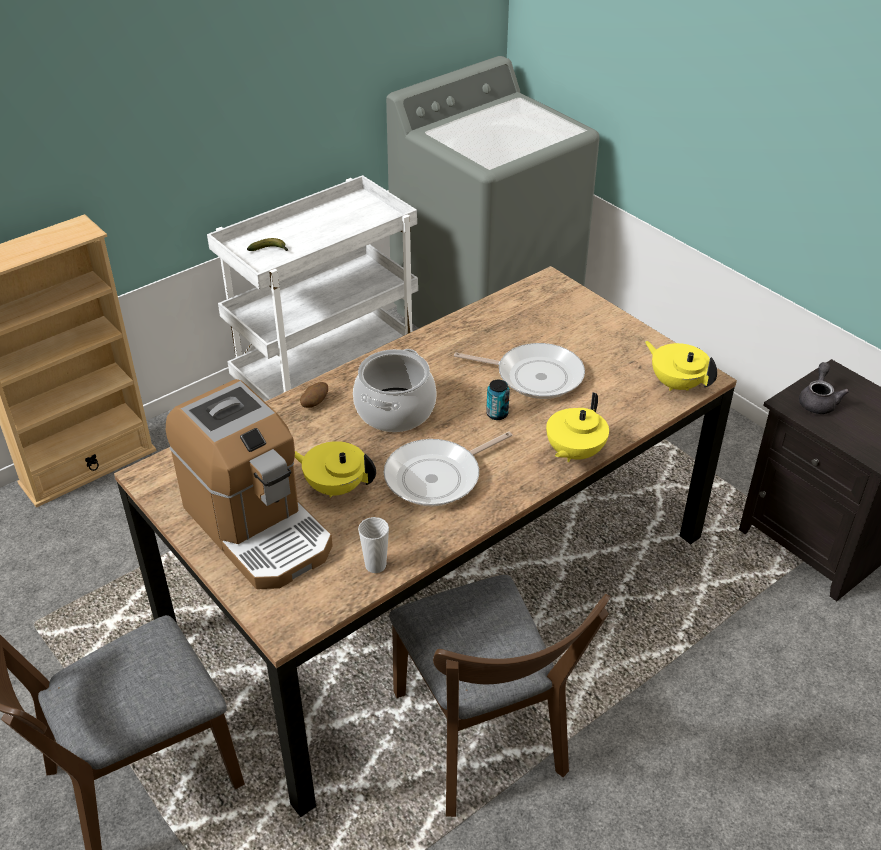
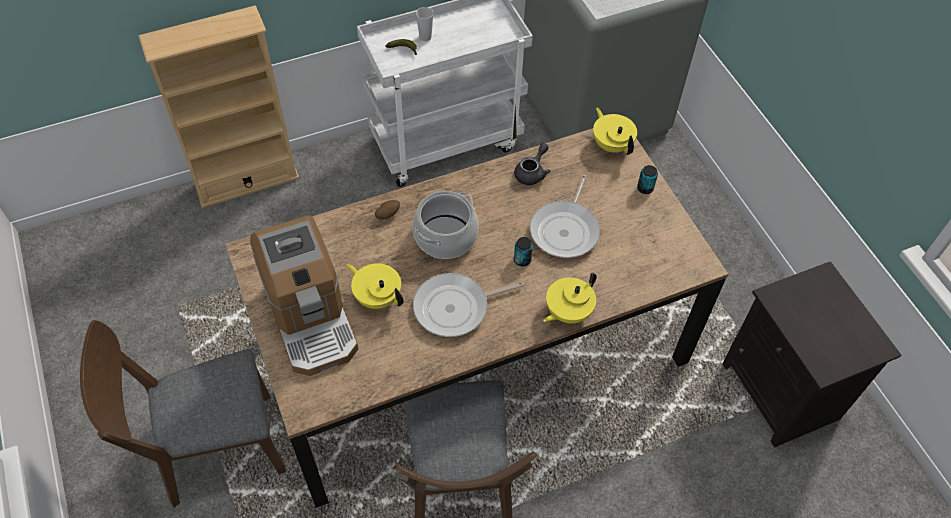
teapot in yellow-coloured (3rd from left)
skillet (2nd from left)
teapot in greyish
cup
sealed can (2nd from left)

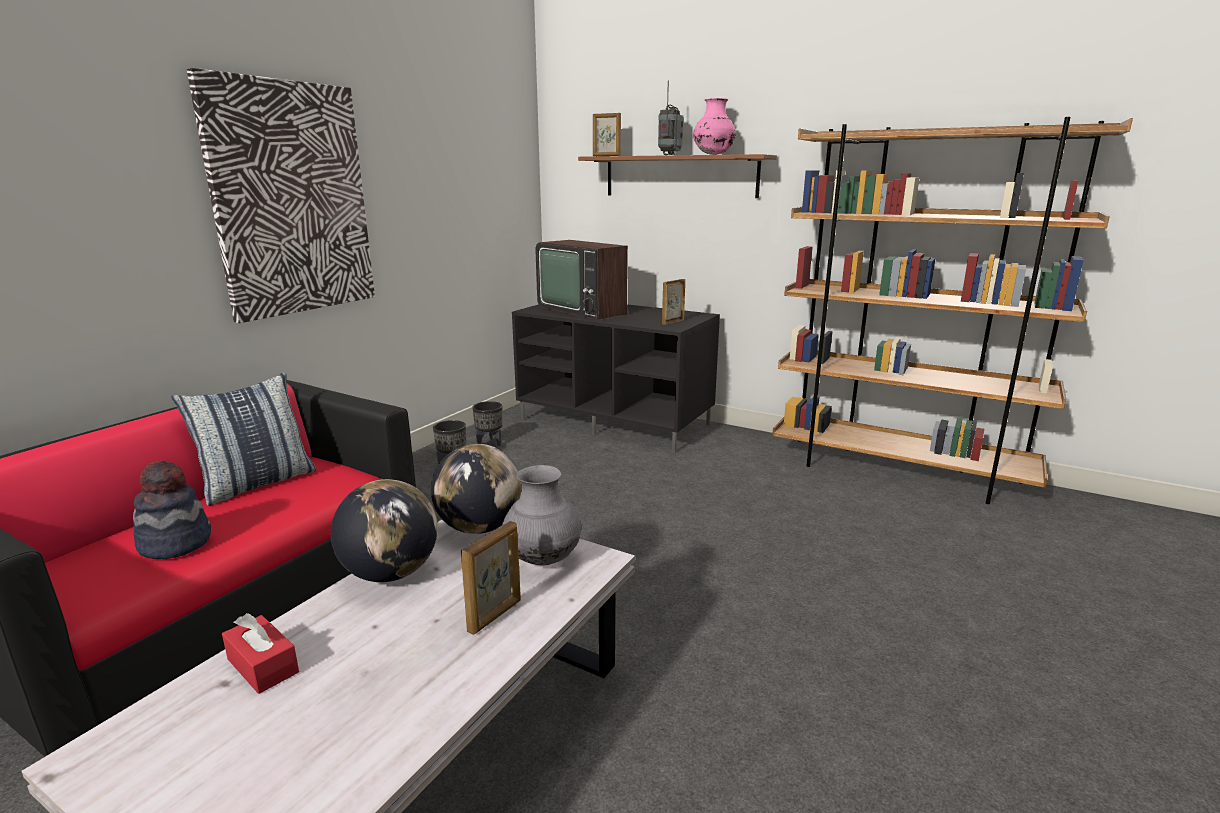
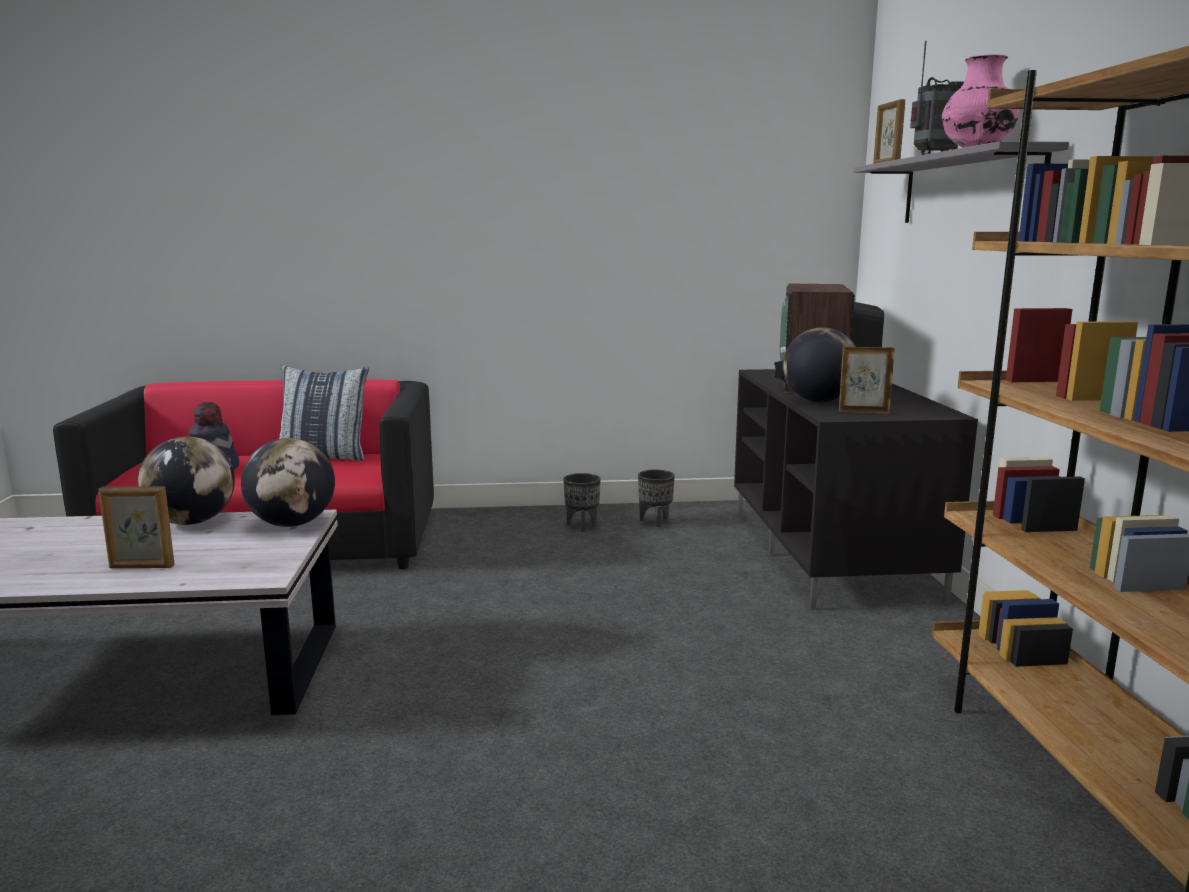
picture
bracket shelf in greyish
decorative vase in greyish
tissue box in red-coloured
world globe (3rd from left)

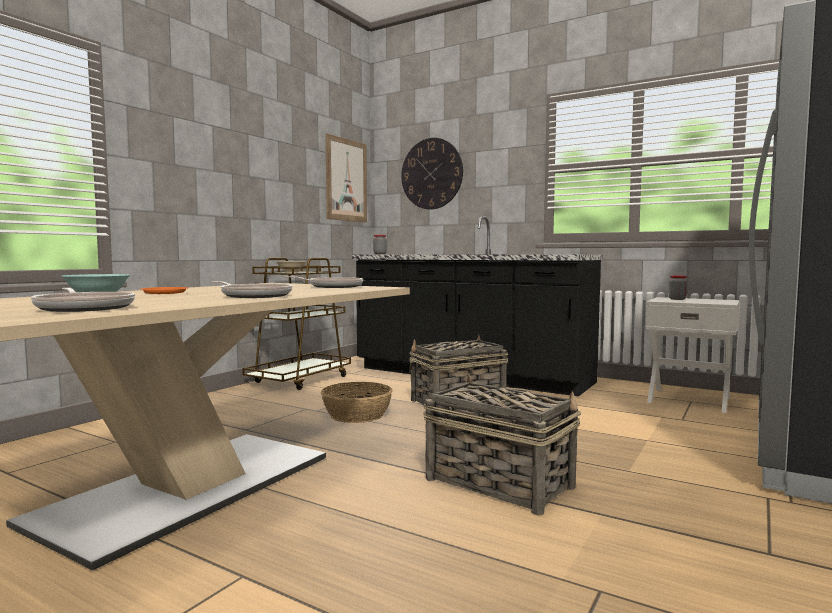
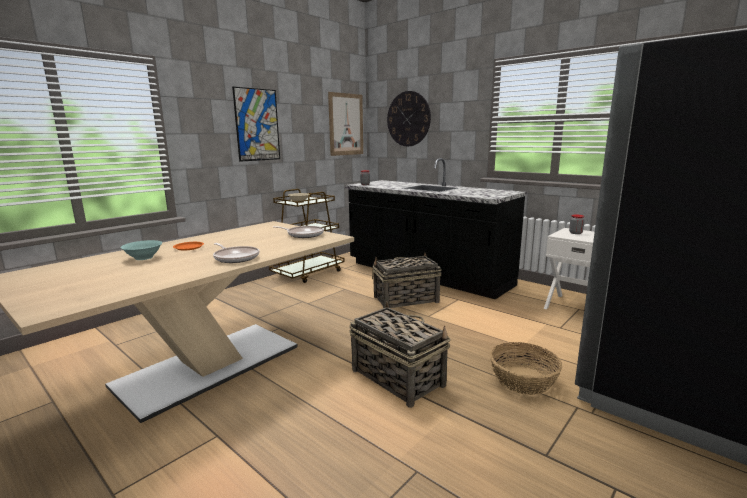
skillet (1st from left in the first image)
household basket (3rd from left)
picture (1st from left)

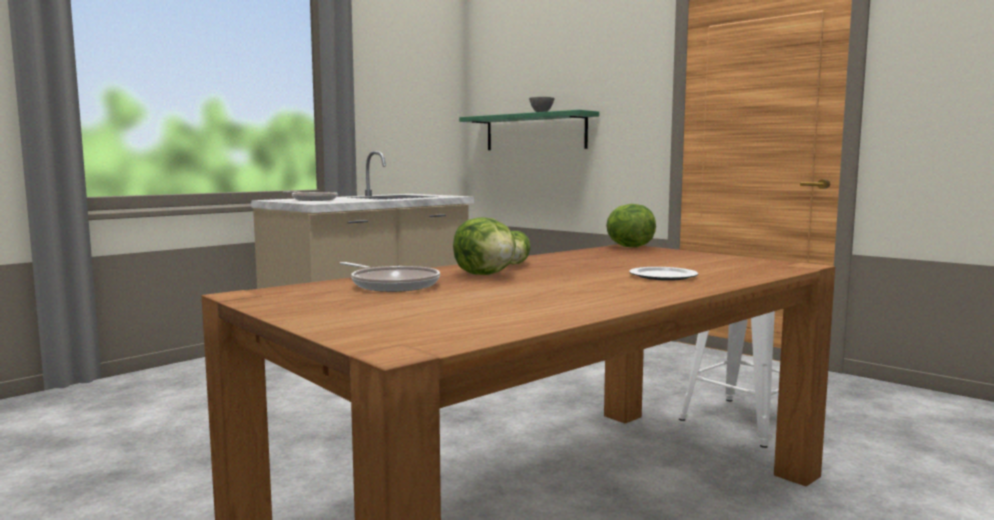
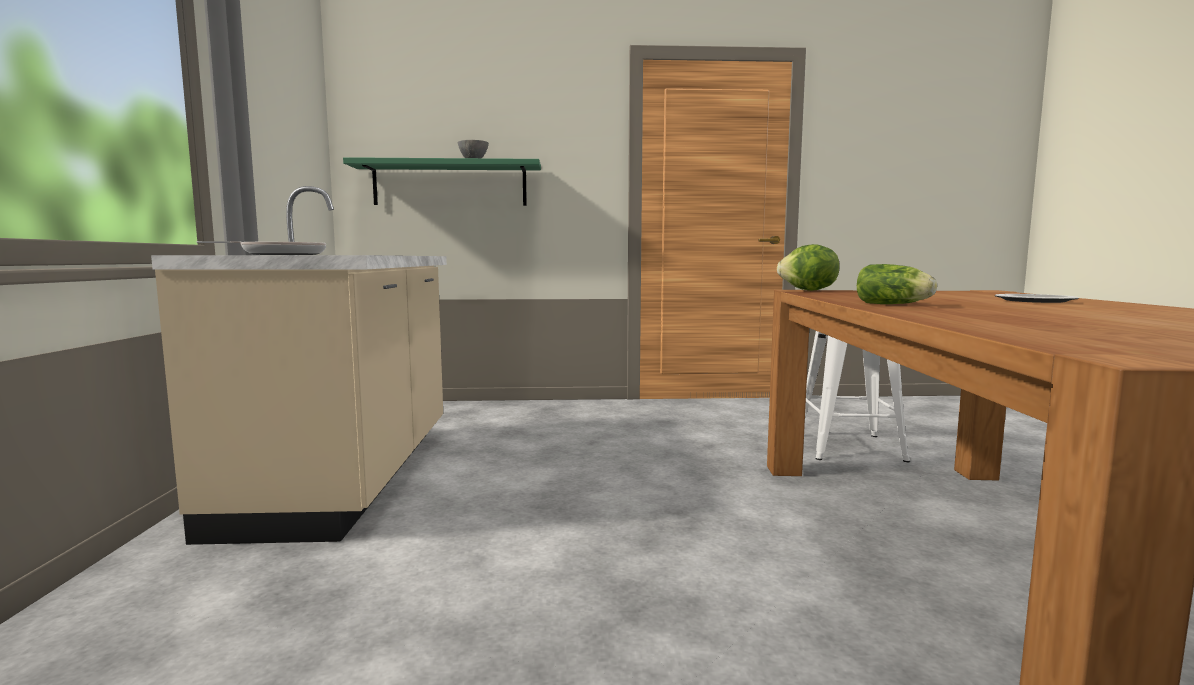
lettuce head (1st from left in the first image)
skillet (2nd from left in the first image)

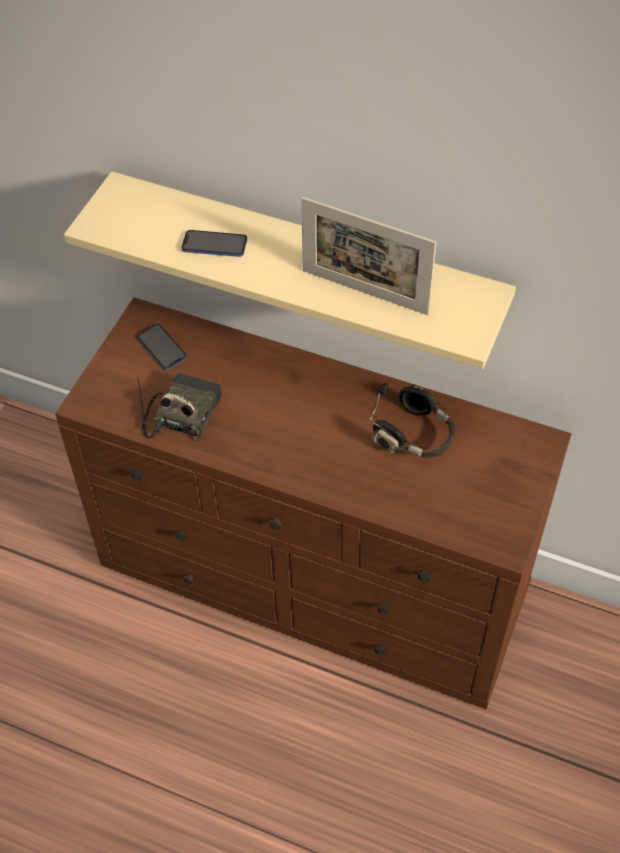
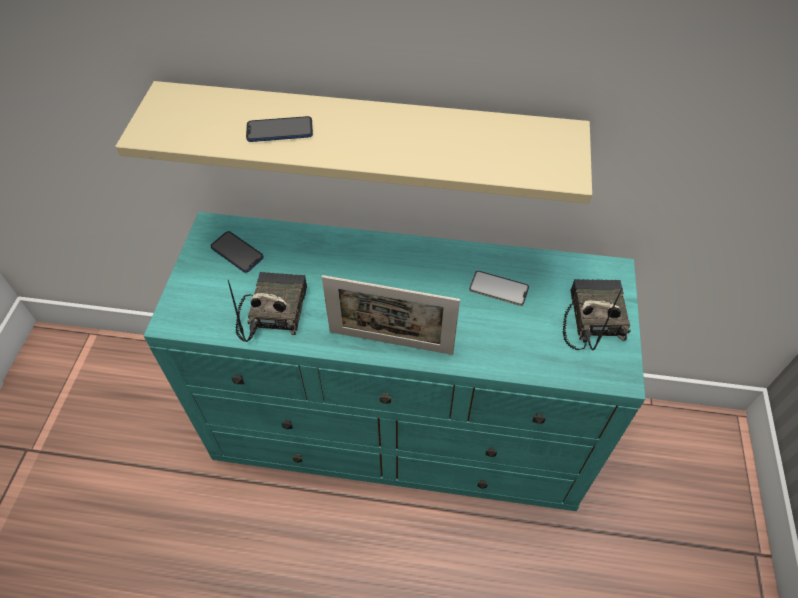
standing frame
drawer chest in blue-green
handset (3rd from left)
radio set (2nd from left)

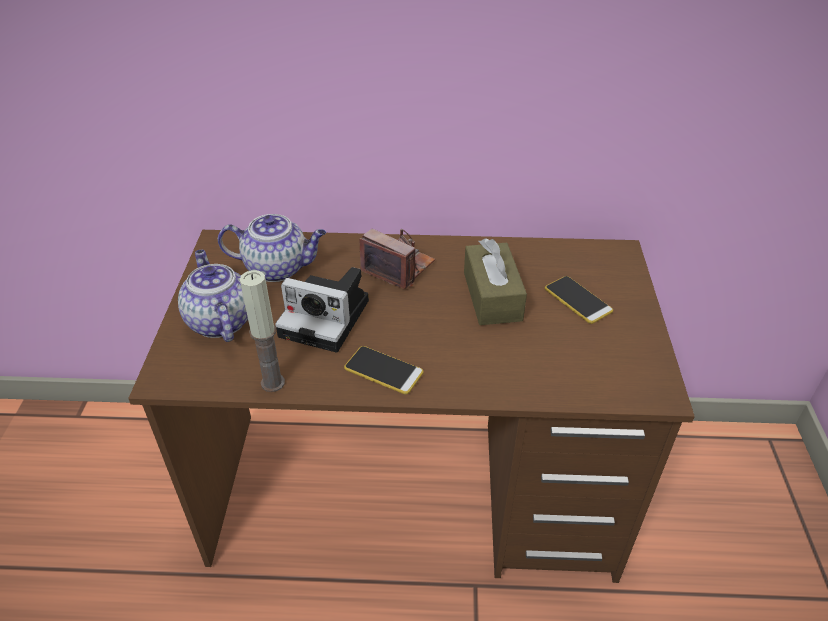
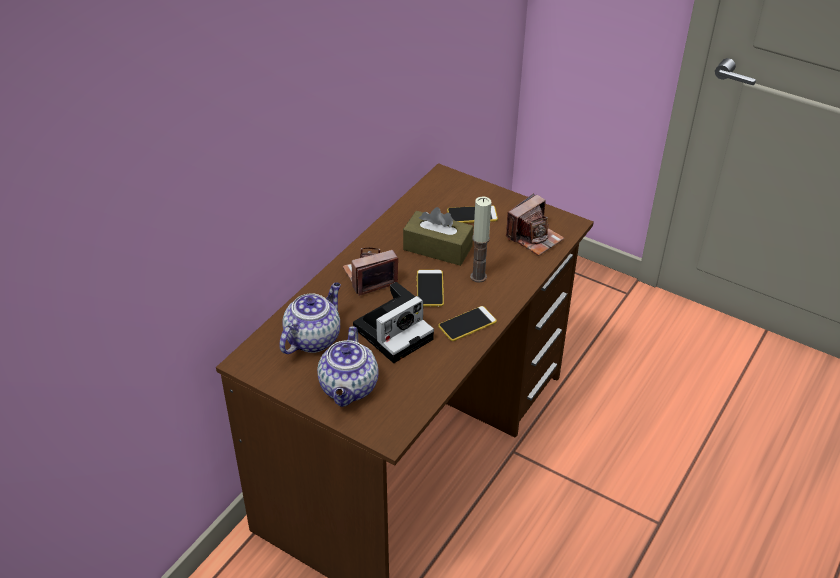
teapot (2nd from left)
candle
photo camera (3rd from left)
handset (1st from left)

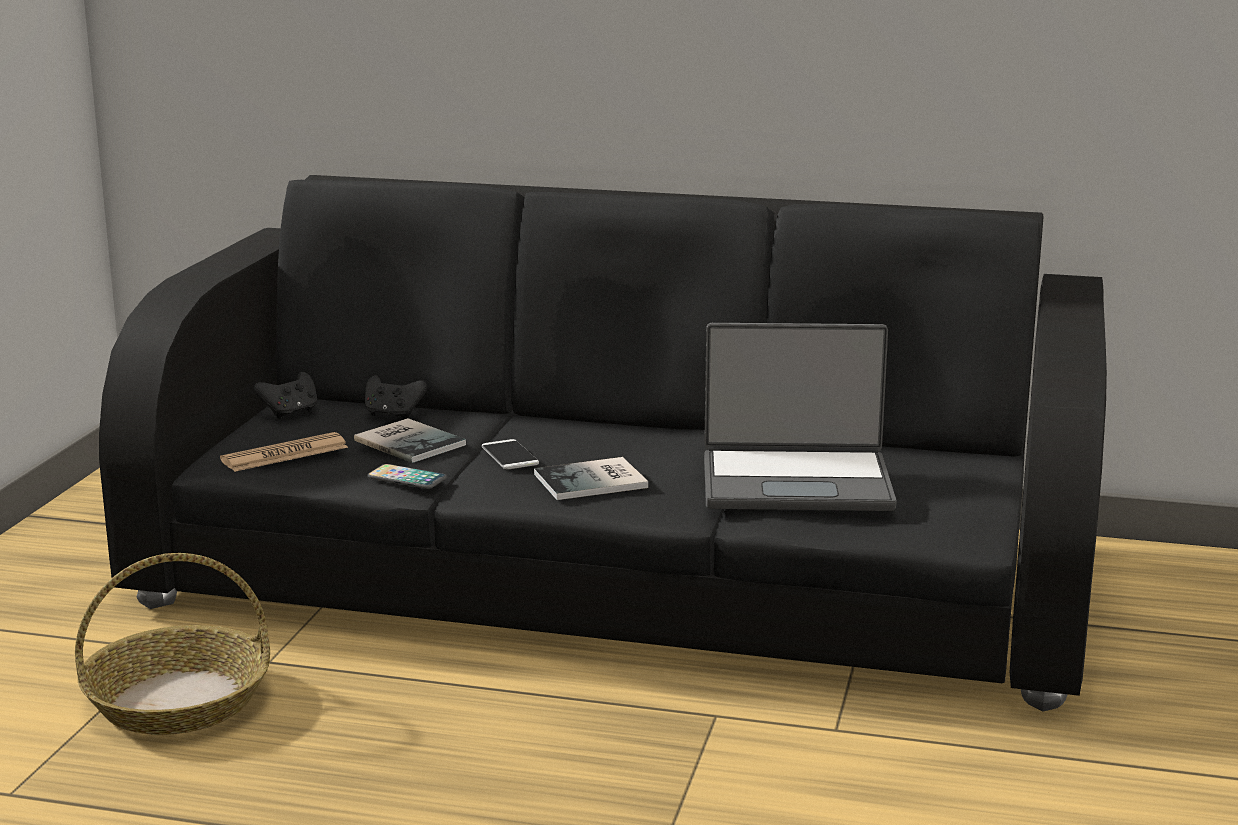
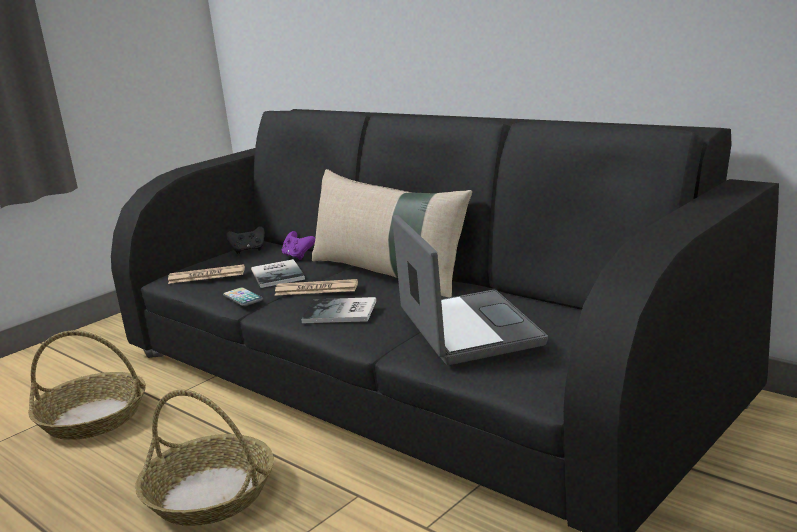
laptop
game controller in purple
newspaper (2nd from left)
pillow in sand-coloured
household basket (2nd from left)

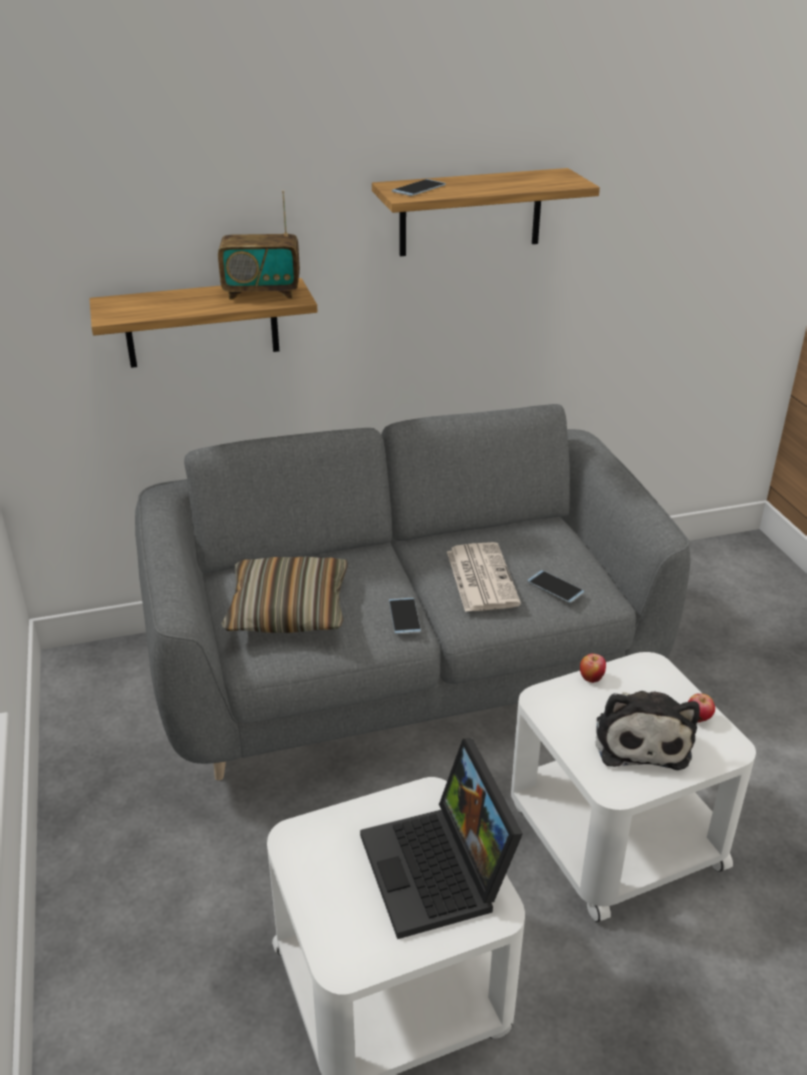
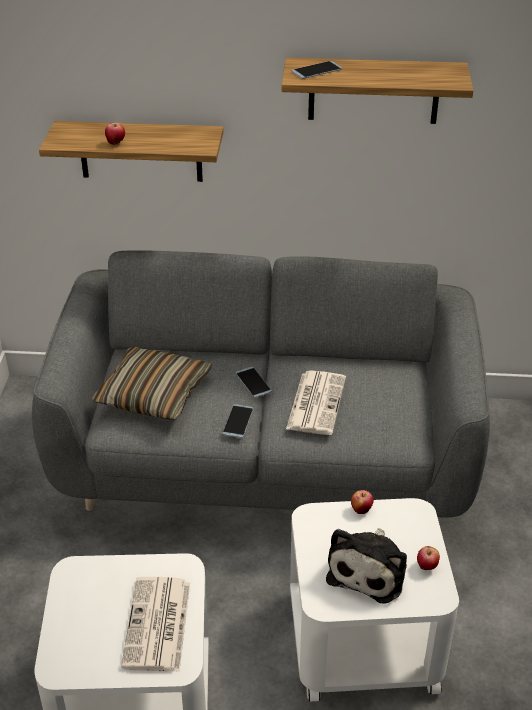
radio set
handset (2nd from left)
newspaper (1st from left)
apple fruit (1st from left)

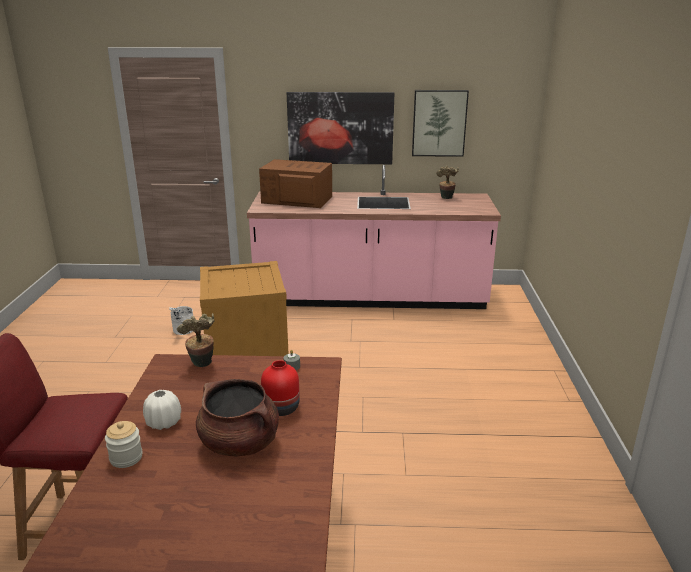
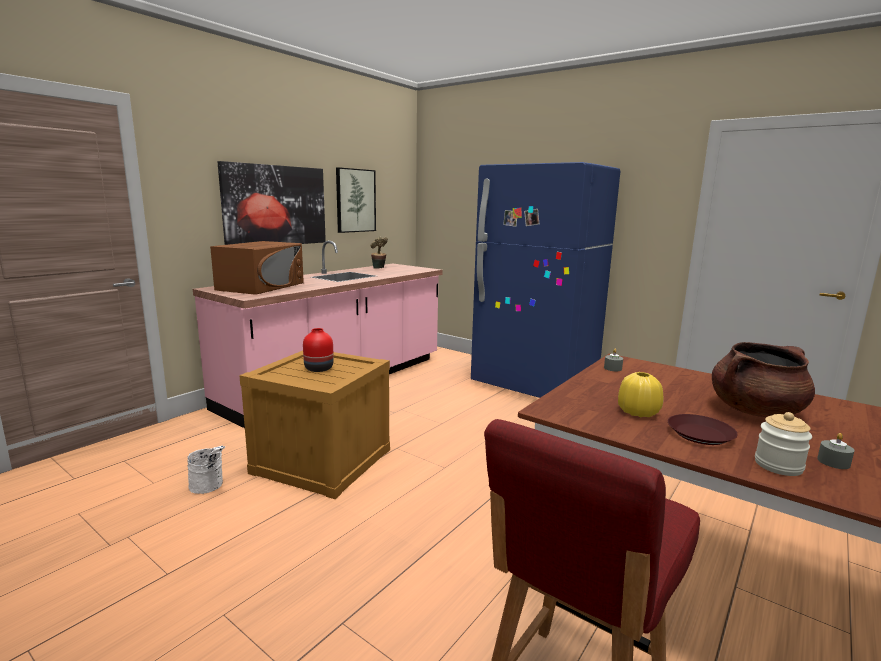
kitchen microwave in brown
plant in a pot (1st from left in the first image)
decorative vase in red-coloured
dinner plate in brown
kitchen fridge in bluish
decorative vase in yellow-coloured
candle in greyish (2nd from left)

